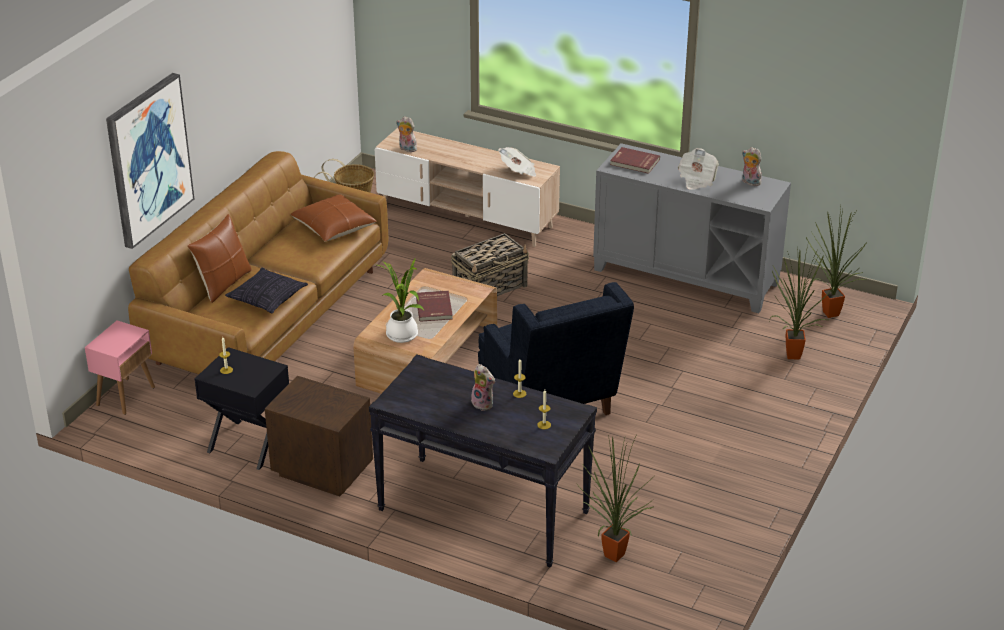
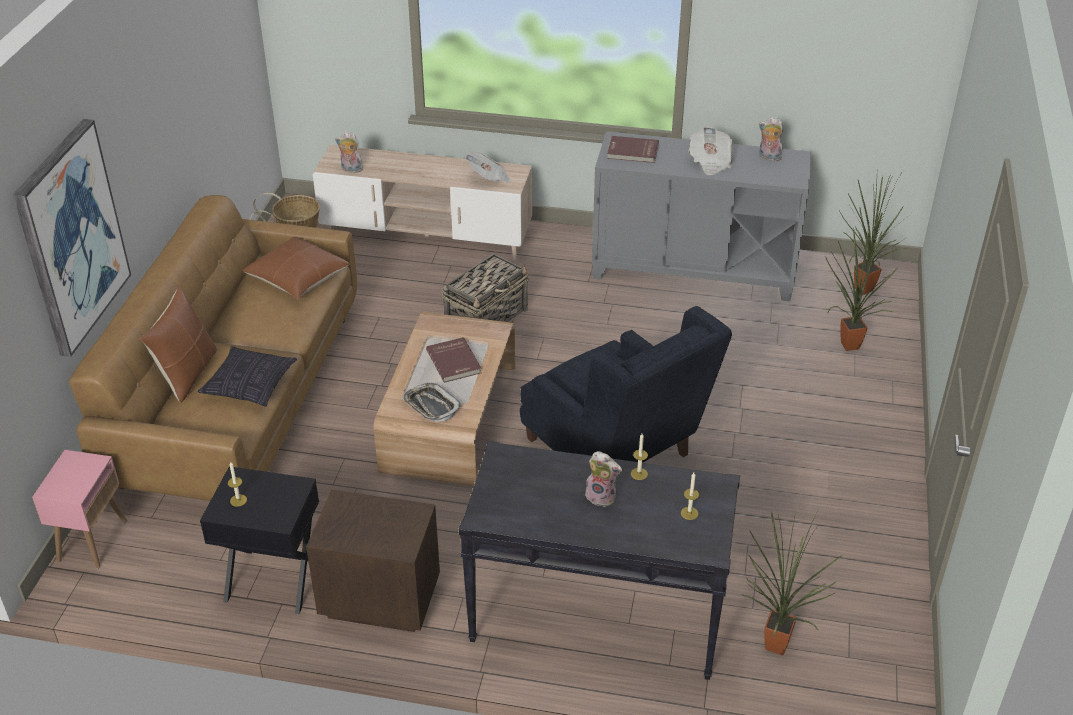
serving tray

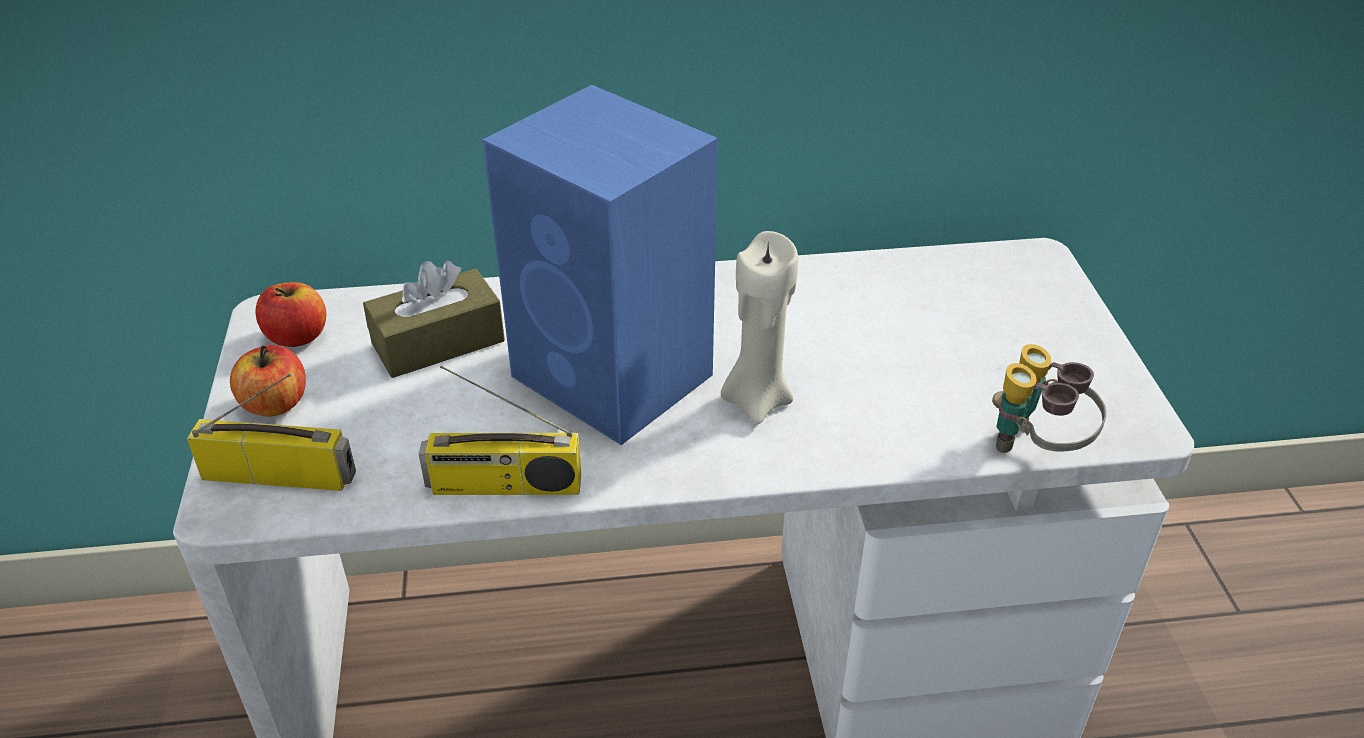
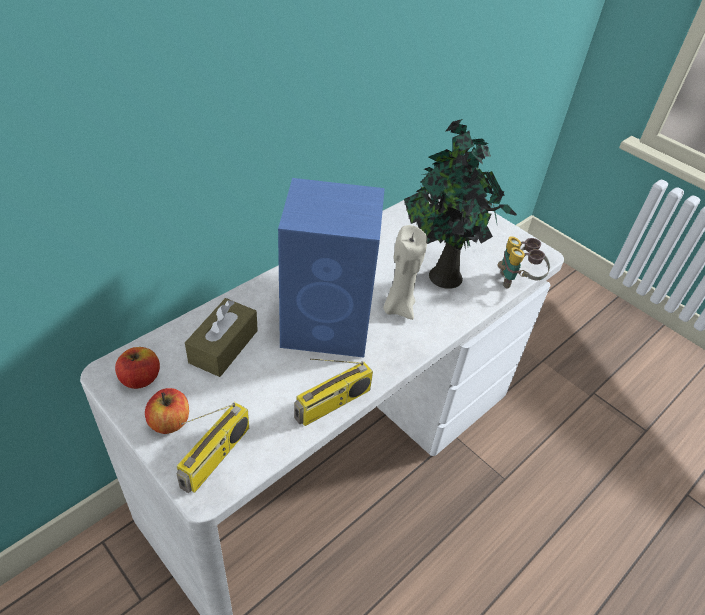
radio set (1st from left)
plant in a pot

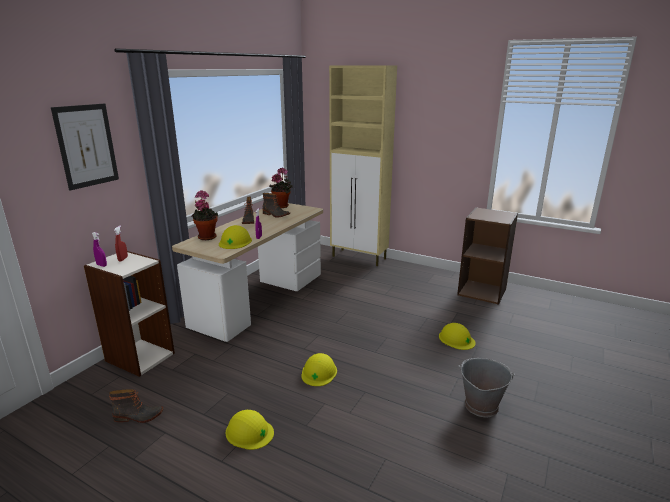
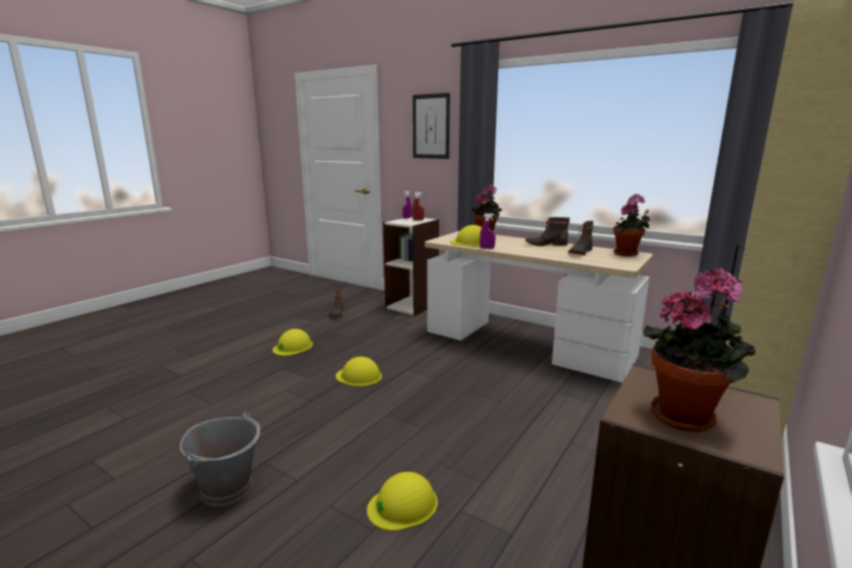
plant in a pot (3rd from left)

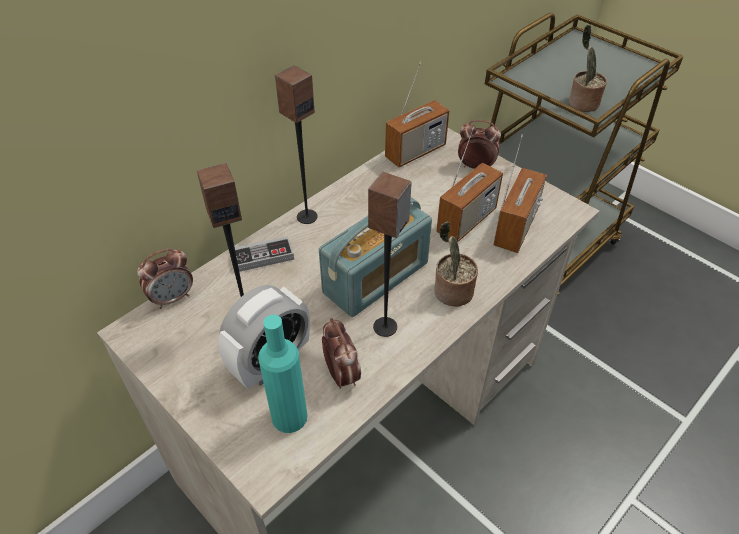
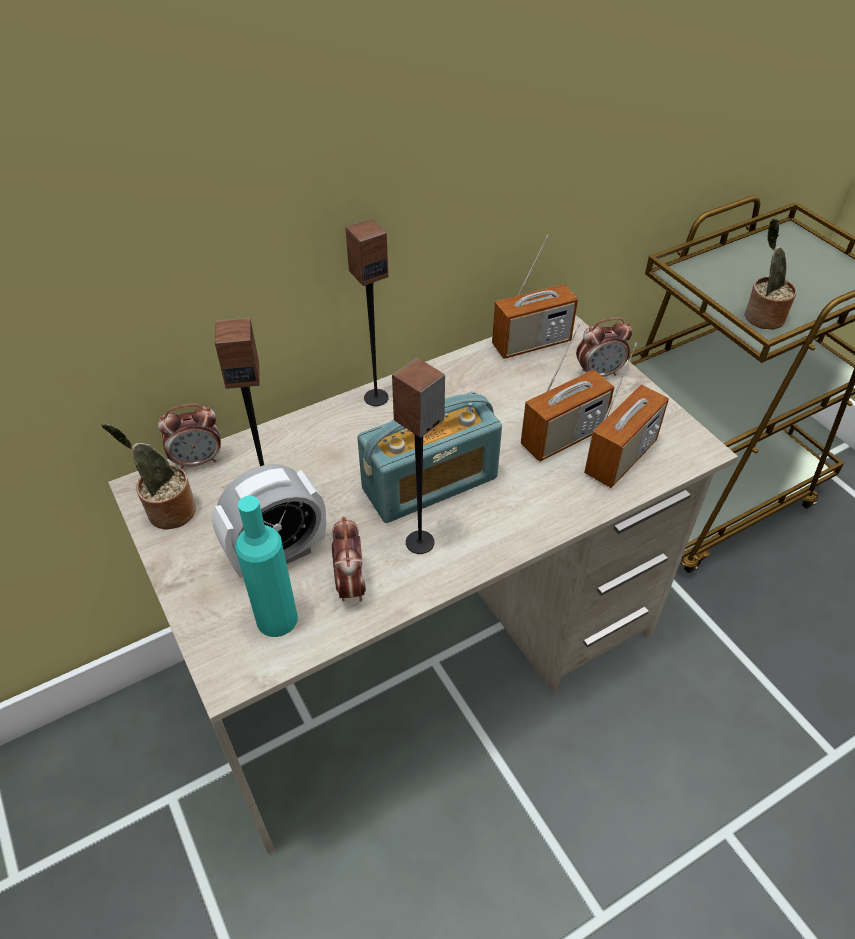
table clock (4th from left)
plant in a pot (1st from left)
game controller

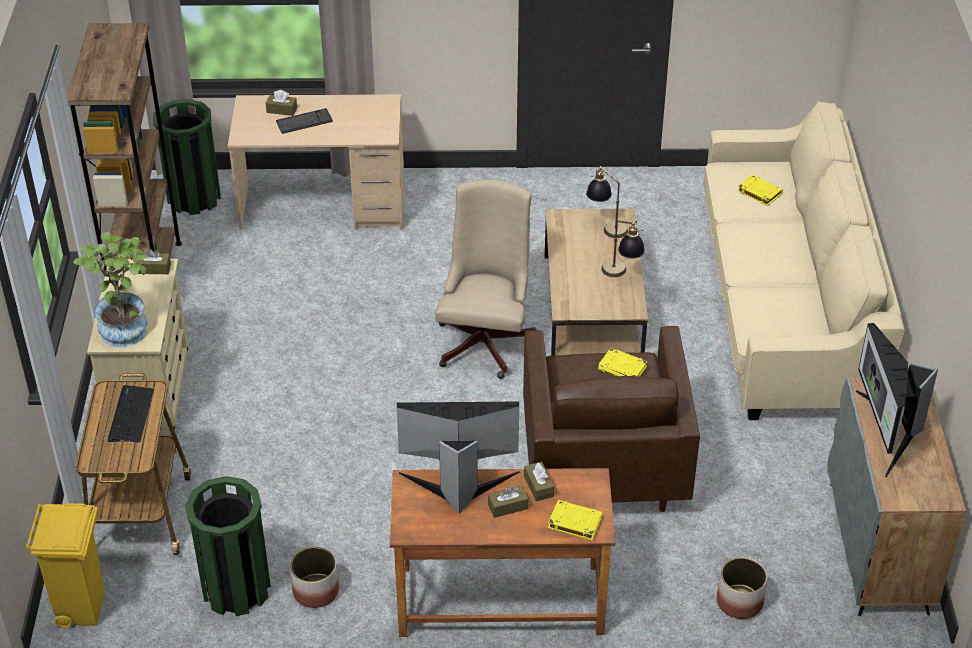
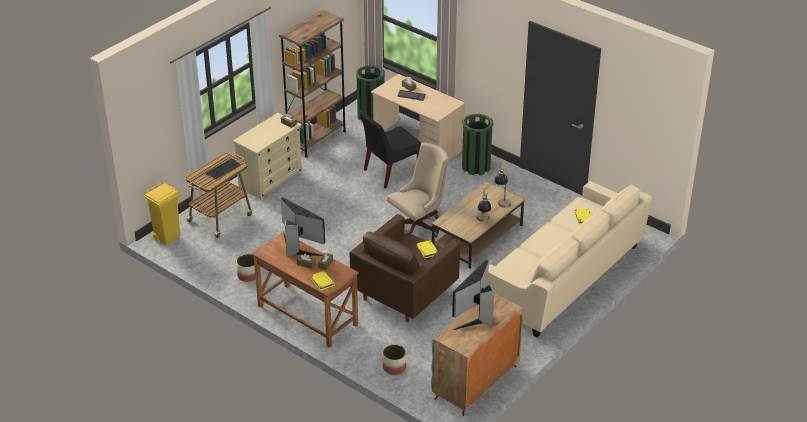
plant in a pot
rubbish bin in green (2nd from left)
plain chair in blackish

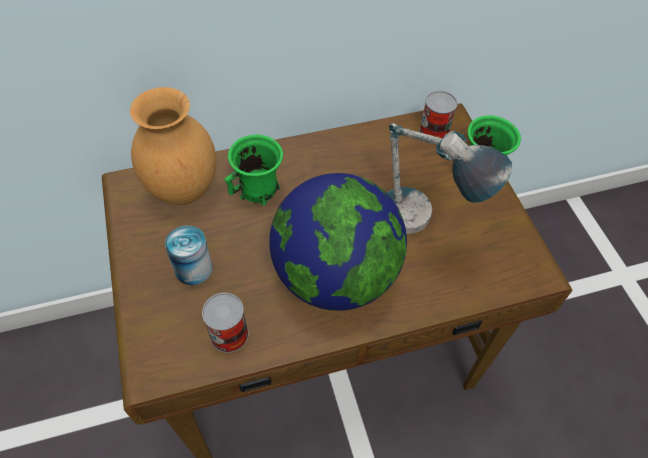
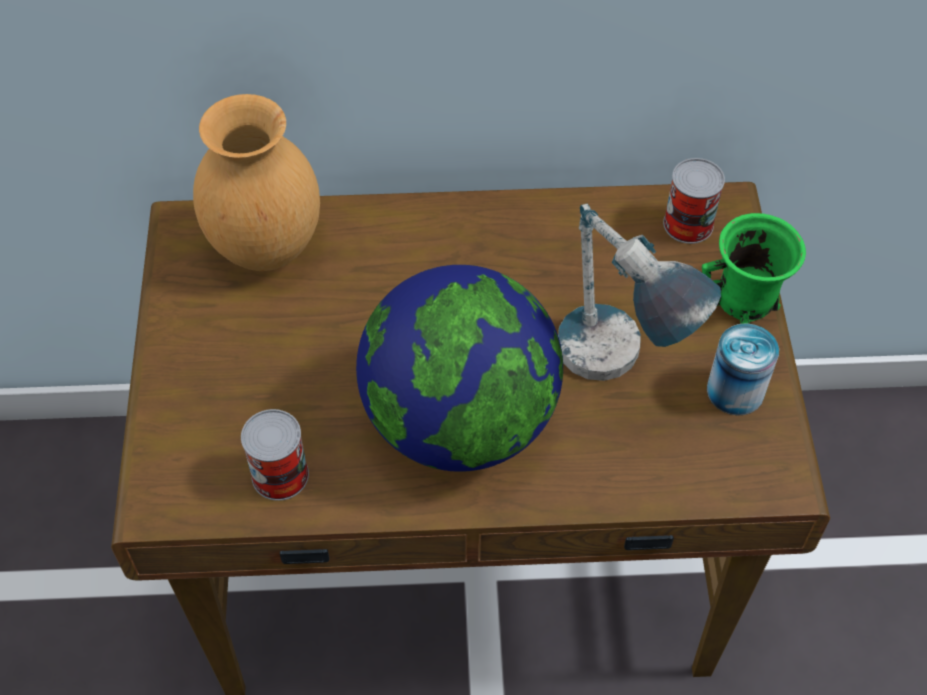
mug in green (1st from left in the first image)
sealed can (3rd from left)

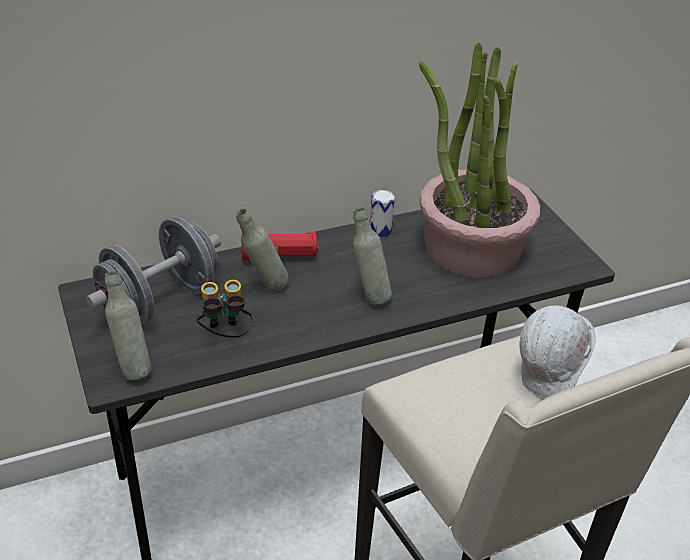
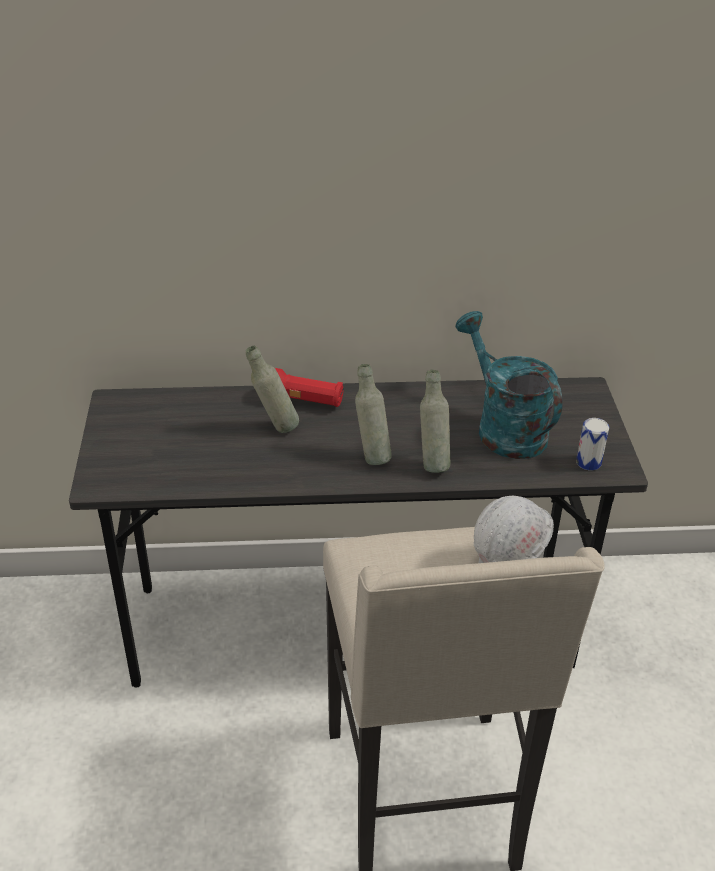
sprinkling can in blue-green
sealed can
hand weight in greyish
bottle in greyish (3rd from left)
binoculars

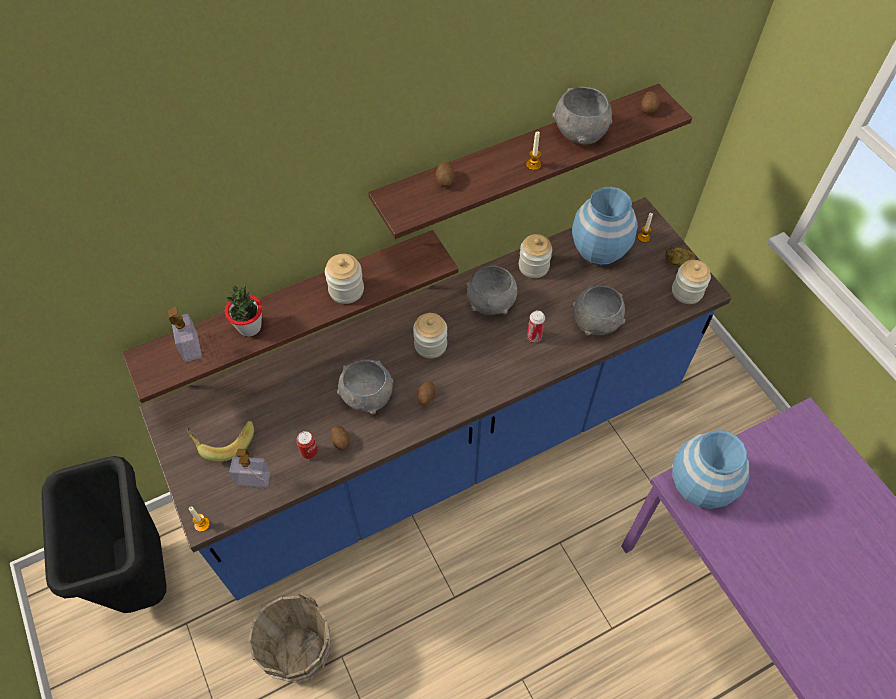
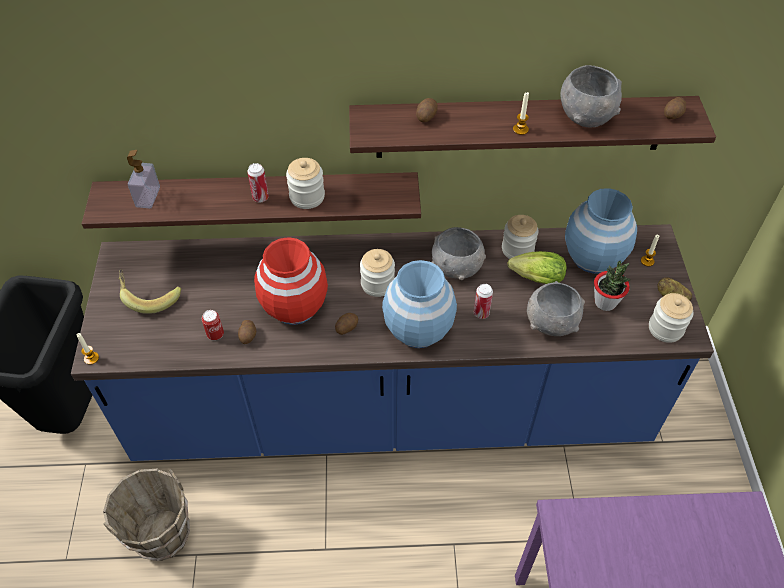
plant in a pot
decorative vase in red-coloured
decorative vase in bluish (1st from left)
soap bottle (2nd from left in the first image)
sealed can (2nd from left)
lettuce head

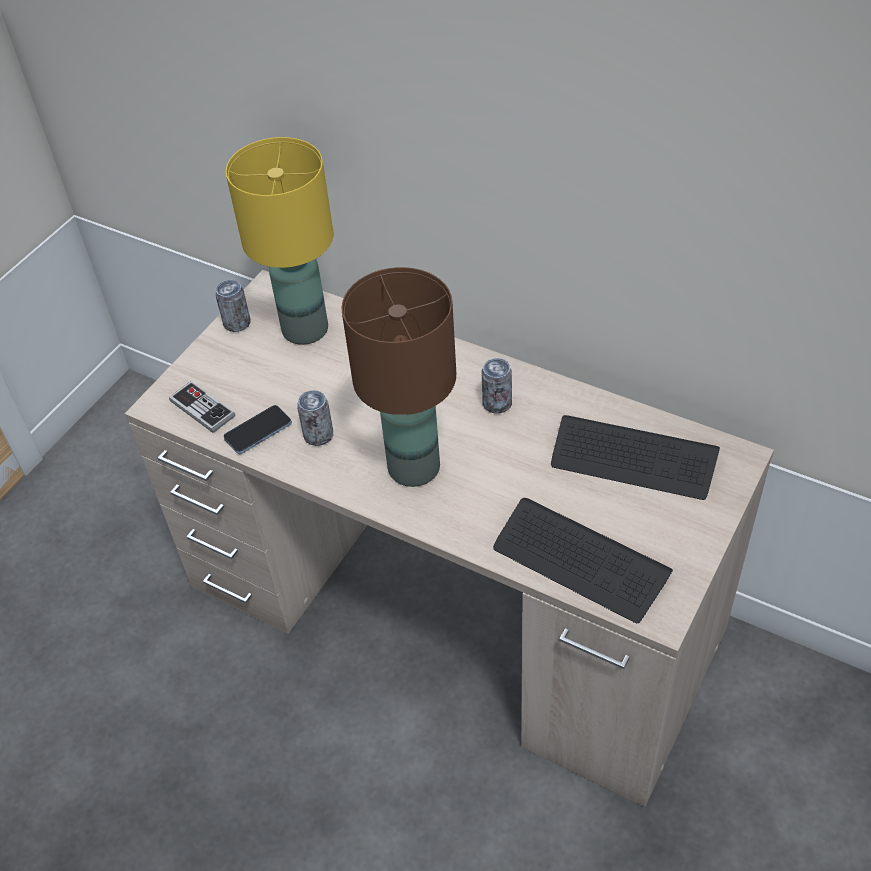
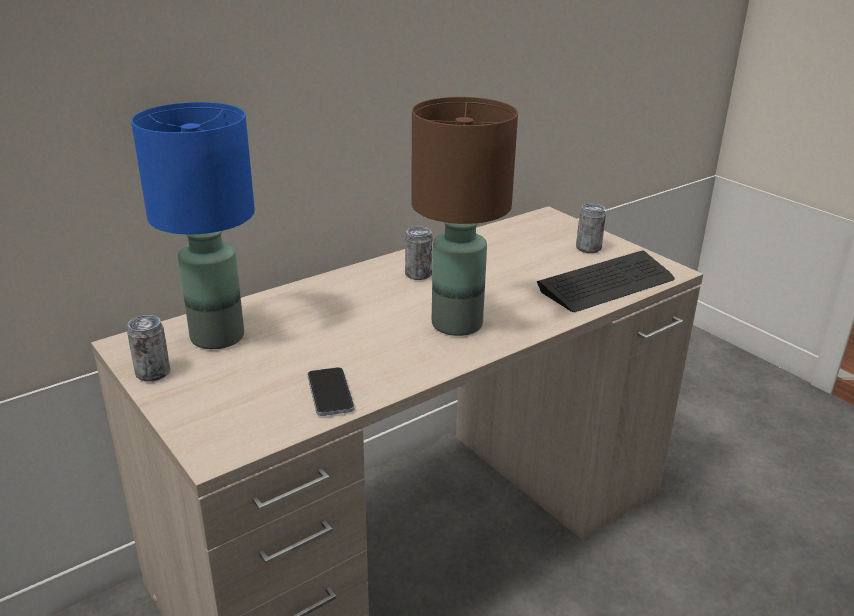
table lamp in bluish
game controller
sealed can (3rd from left)
keyboard (2nd from left in the first image)

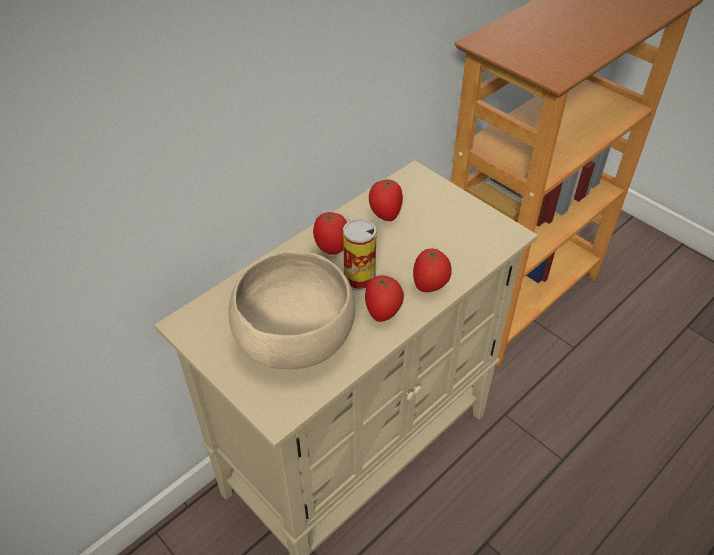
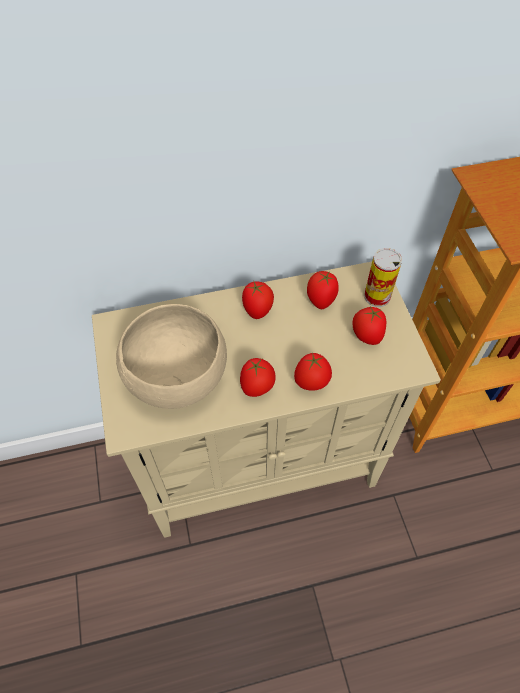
sealed can
tomato (5th from left)

